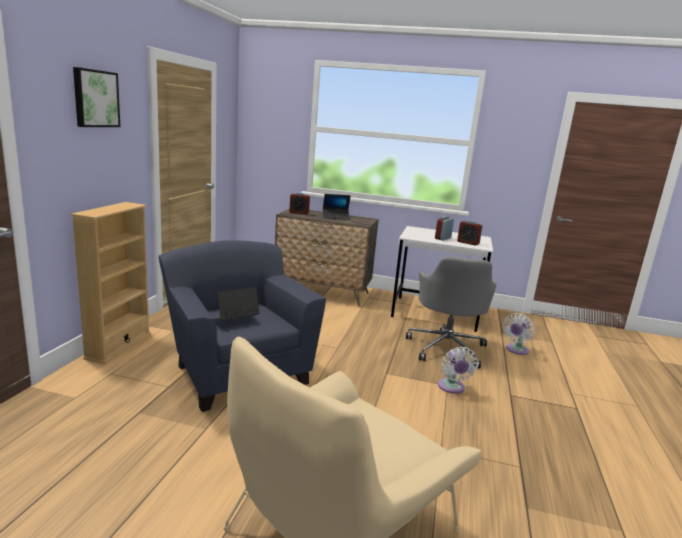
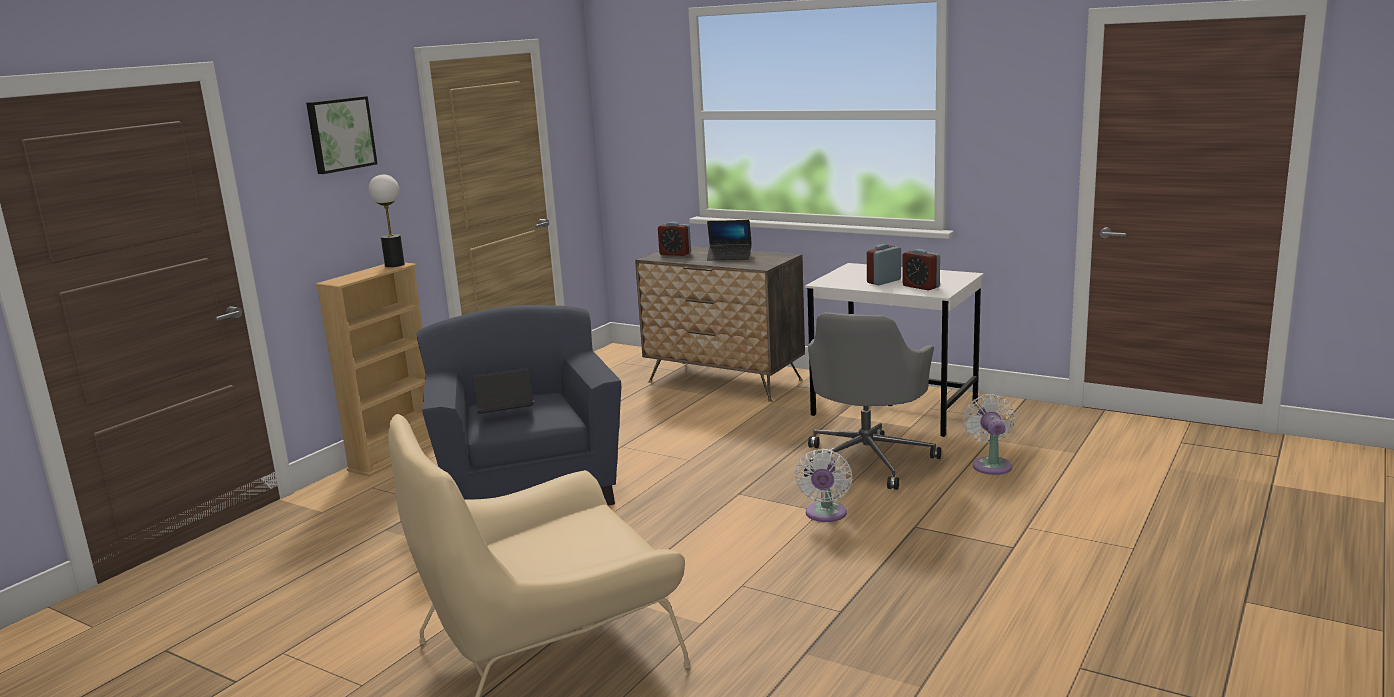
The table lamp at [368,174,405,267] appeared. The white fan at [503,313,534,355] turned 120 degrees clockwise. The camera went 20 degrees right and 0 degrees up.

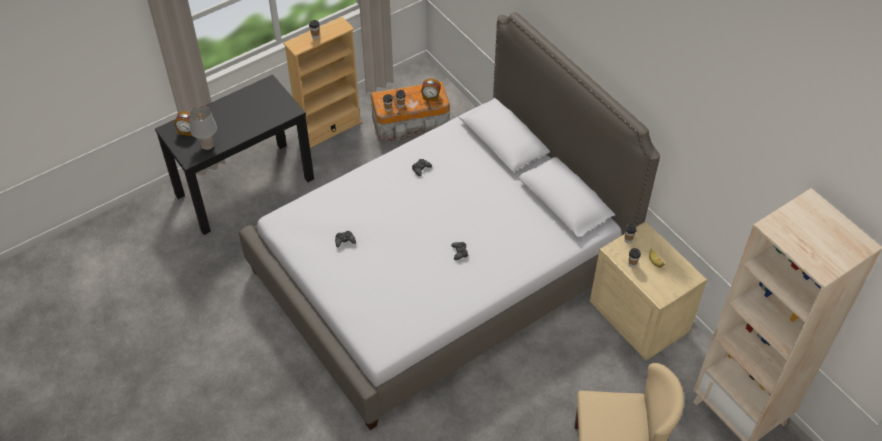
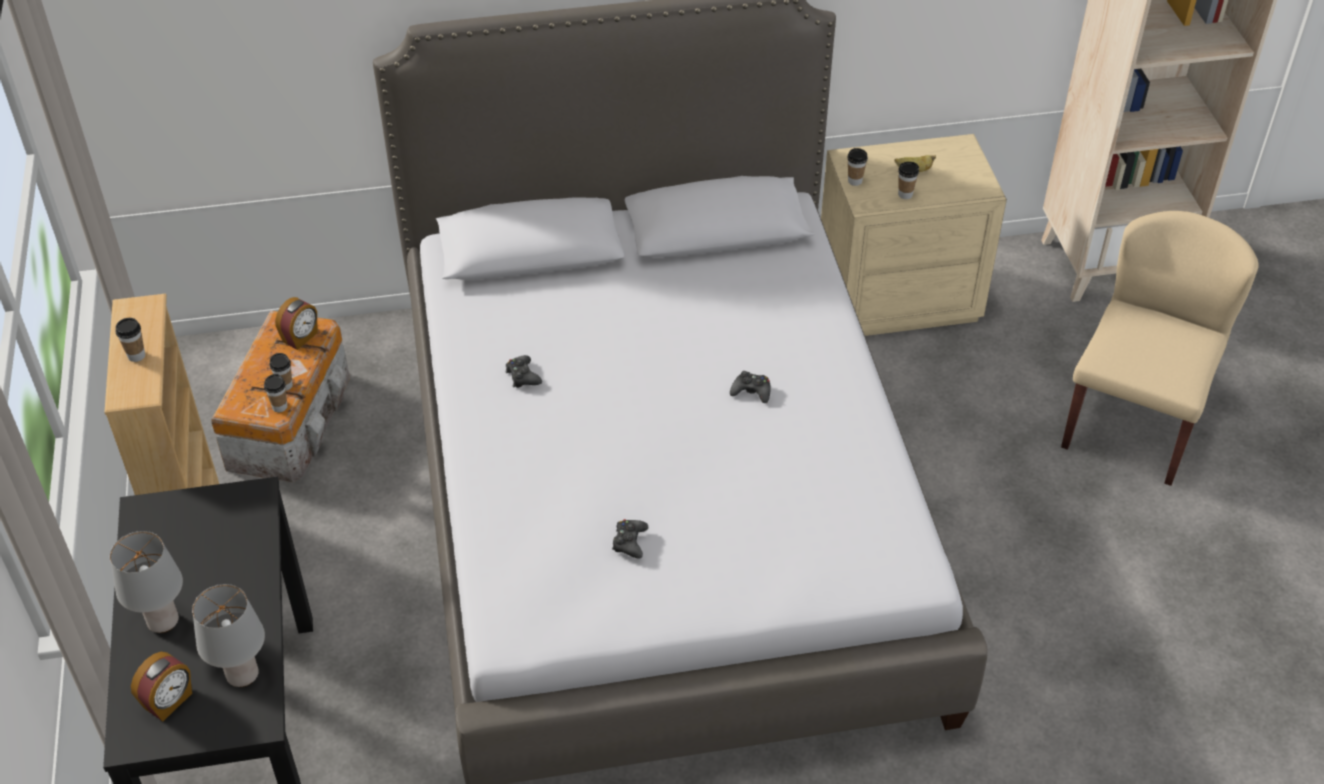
The grey table lamp at [110,531,183,633] appeared. The camera went 65 degrees left and 5 degrees down.

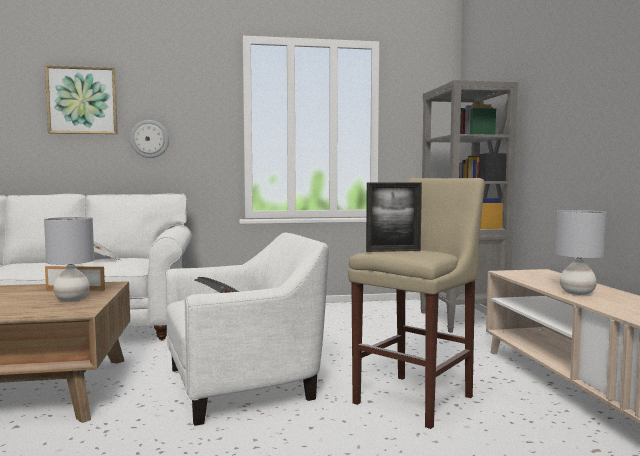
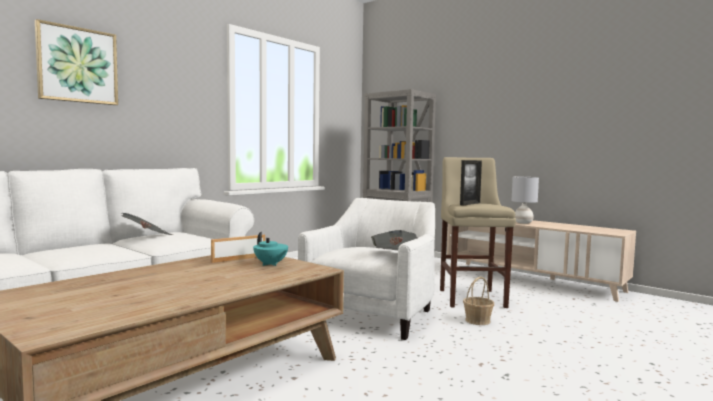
The wall clock at [130,120,169,158] disappeared. The basket at [463,277,494,325] appeared. The grey table lamp at [44,217,94,301] was replaced by the turquoise teapot at [253,232,288,266]. The camera went 40 degrees left and 0 degrees up.

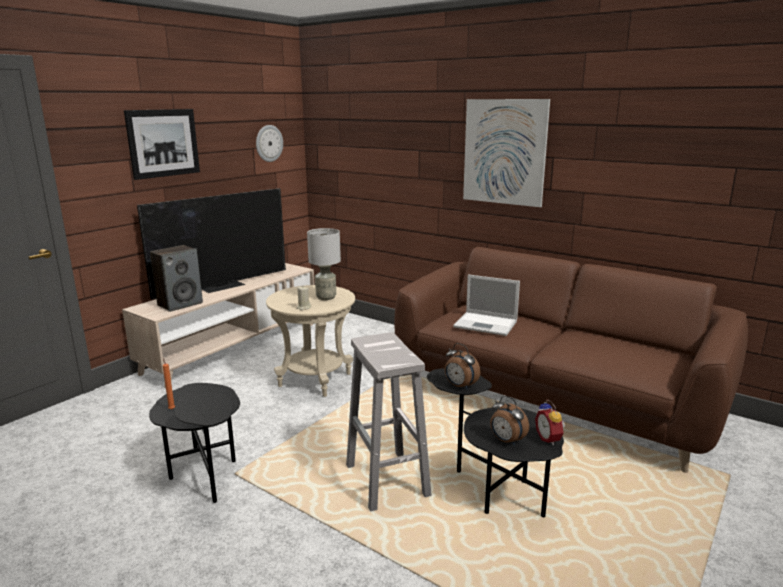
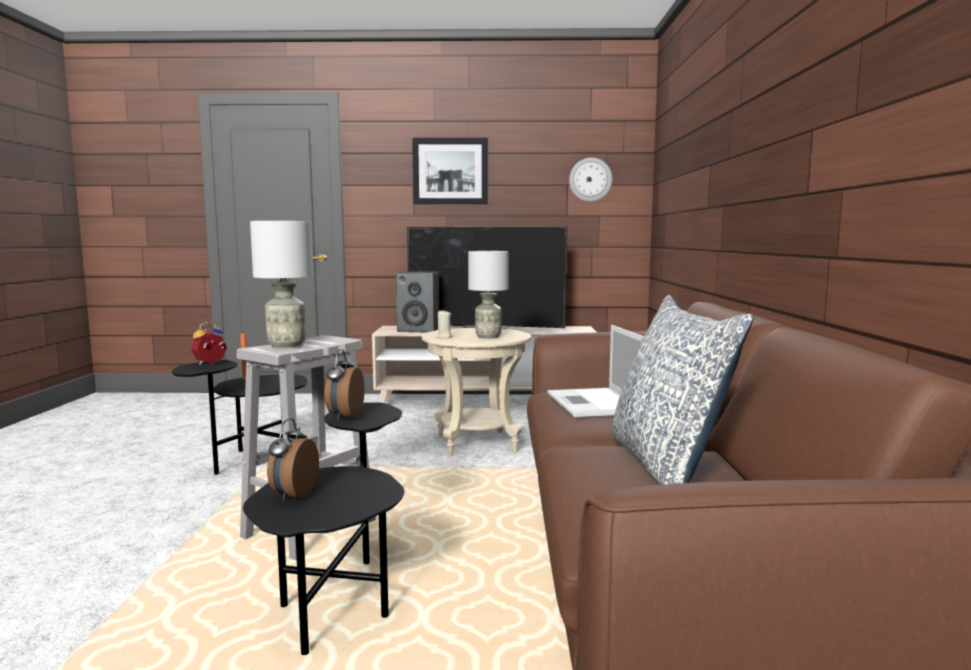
The picture at [463,99,550,207] disappeared. The grey table lamp at [250,221,313,348] appeared. The pillow at [611,295,754,485] appeared. The alarm clock moved from [535,400,565,446] to [191,322,227,365]. The camera went 55 degrees right and 10 degrees down.

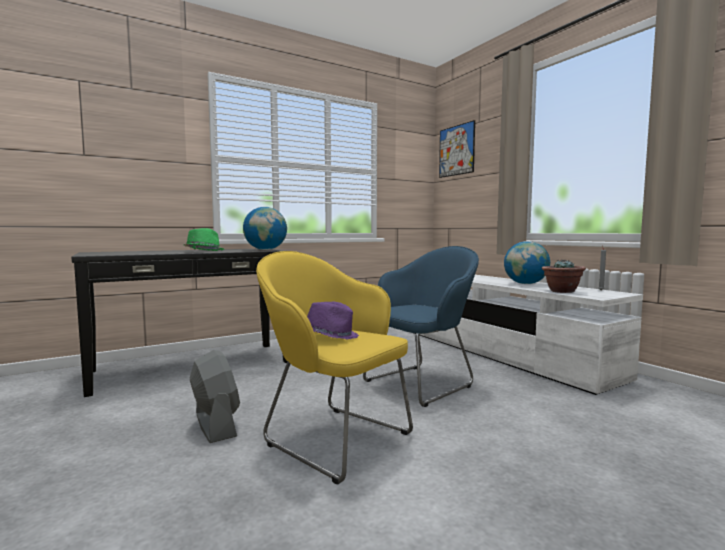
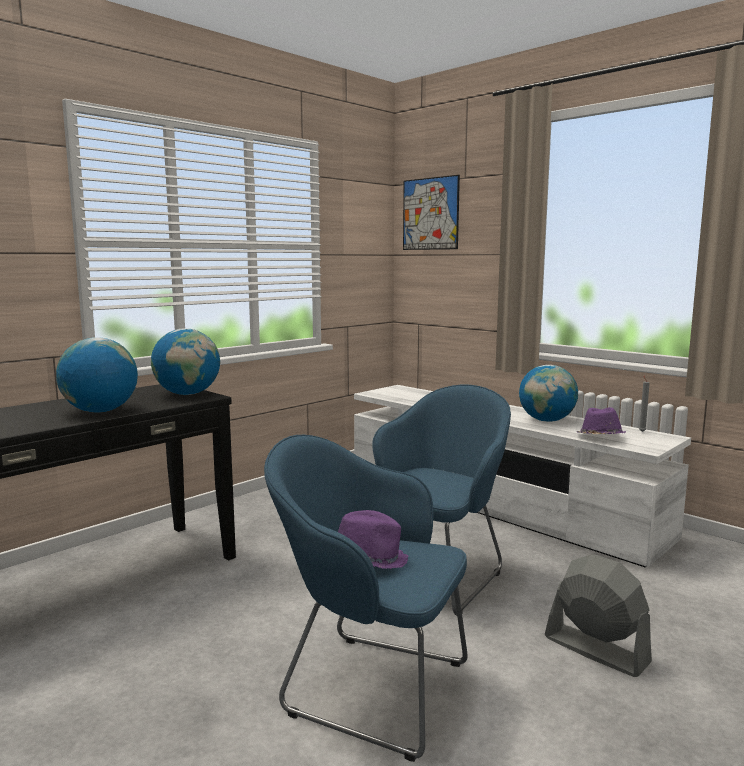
The grey fan moved from [190,350,240,443] to [545,554,652,677]. The green hat at [184,228,225,251] was replaced by the globe at [56,337,138,413]. The potted plant at [542,260,586,293] was replaced by the purple hat at [577,407,626,434]. The yellow armchair at [256,251,413,485] became the blue armchair at [264,435,467,762]. The camera went 15 degrees left and 5 degrees up.

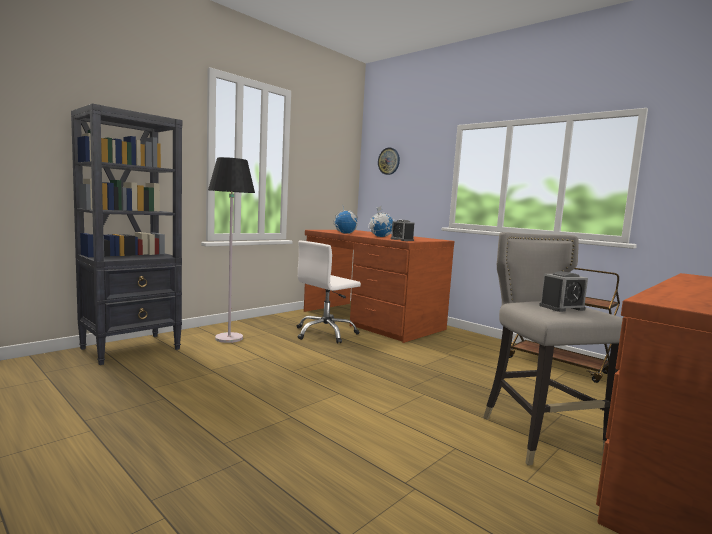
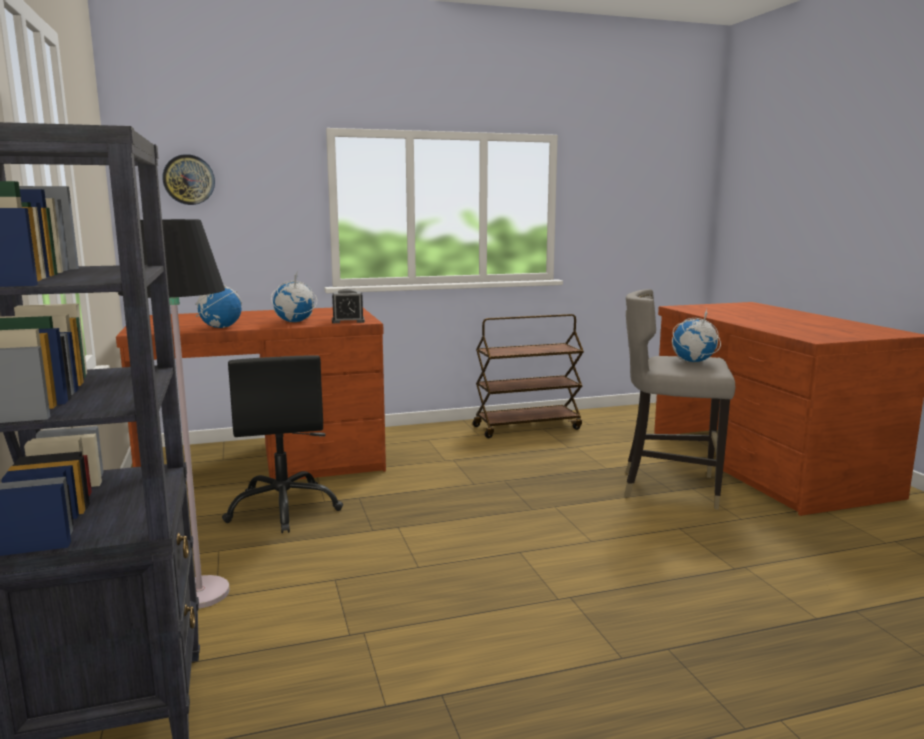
The alarm clock at [539,271,588,312] was replaced by the globe at [672,308,721,362]. The white office chair at [297,241,361,344] became the black office chair at [222,355,343,533]. The camera went 60 degrees left and 5 degrees up.

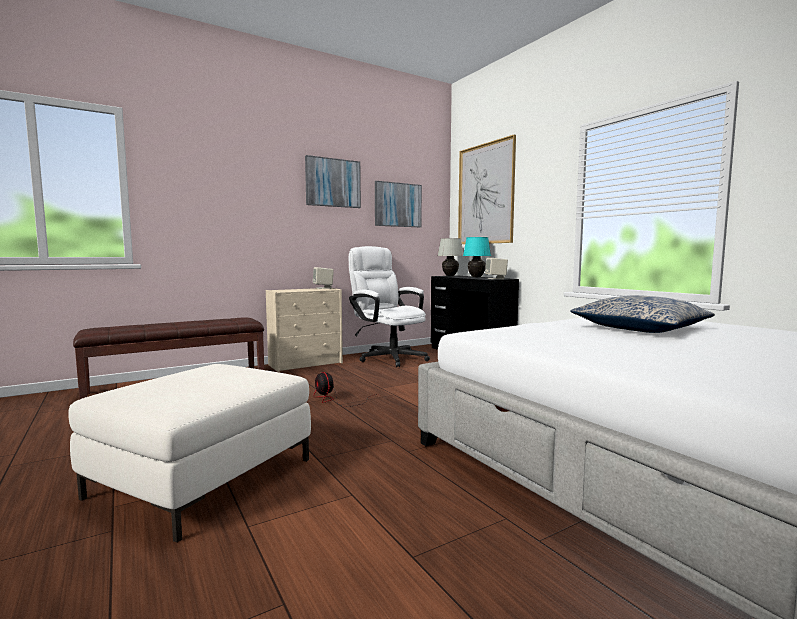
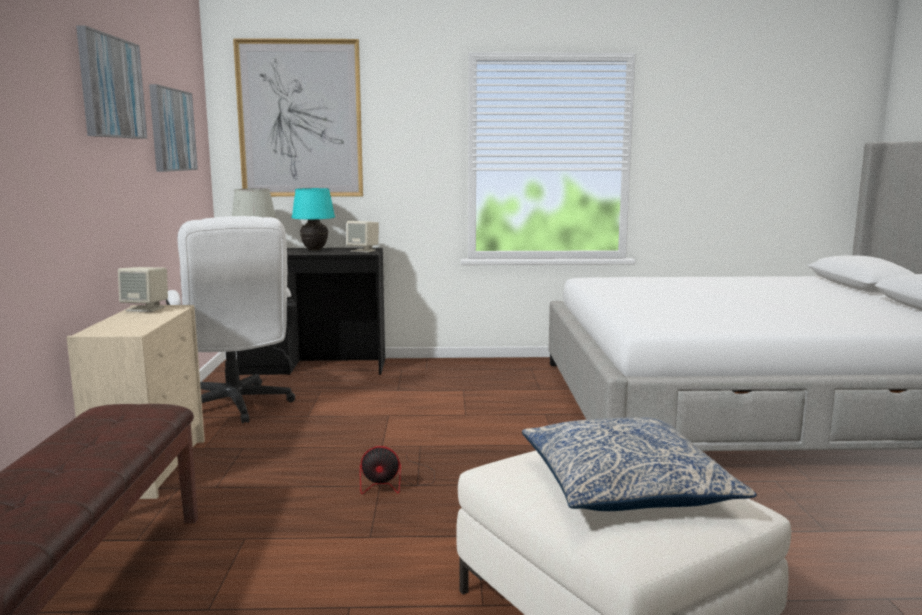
The pillow moved from [570,295,715,333] to [522,417,757,511]. The white office chair at [349,246,430,367] turned 105 degrees counterclockwise. The camera went 60 degrees left and 5 degrees up.

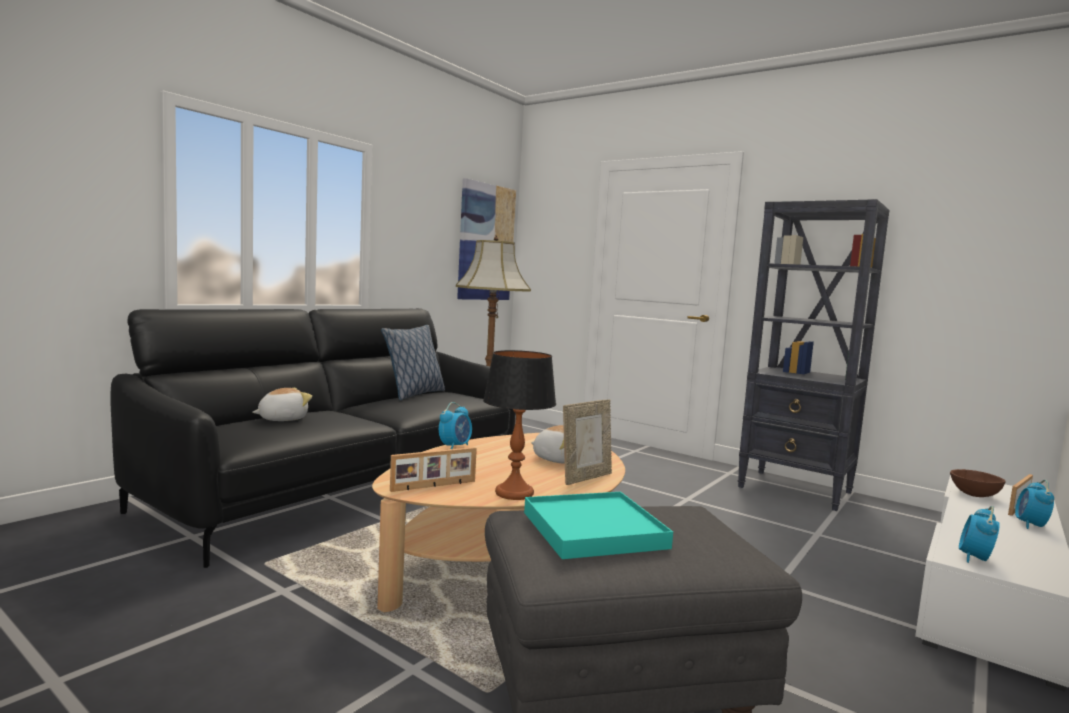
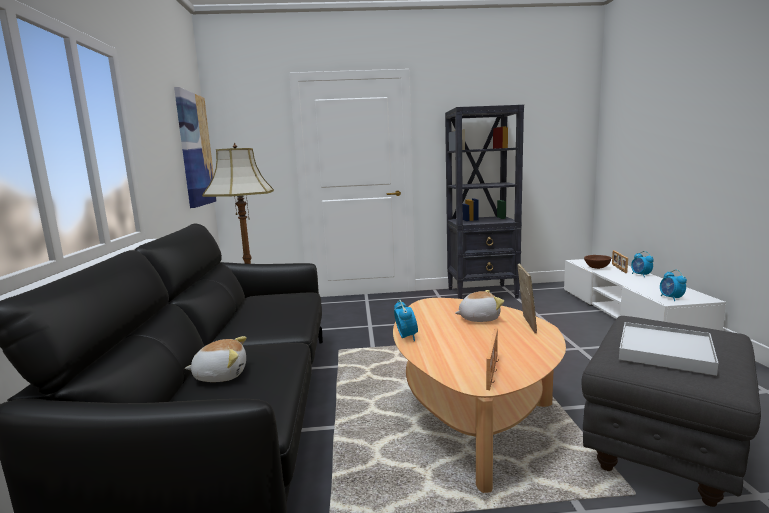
The pillow at [381,325,445,401] disappeared. The table lamp at [483,350,556,500] disappeared. The turquoise tray at [524,492,673,559] became the white tray at [619,322,718,376]. The plush toy at [253,388,312,421] turned 75 degrees clockwise. The camera went 40 degrees left and 5 degrees up.

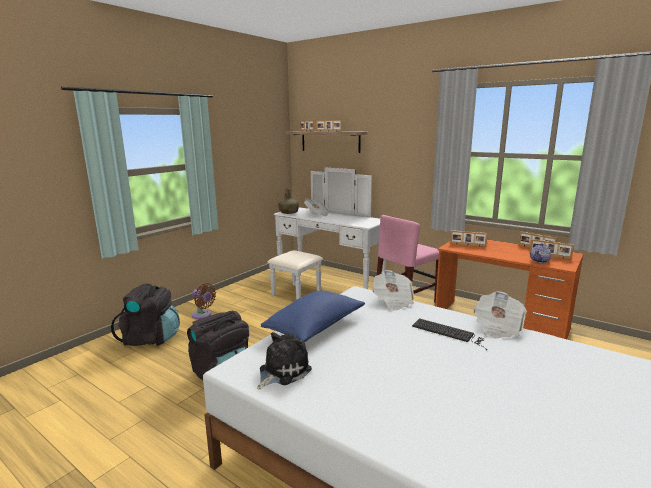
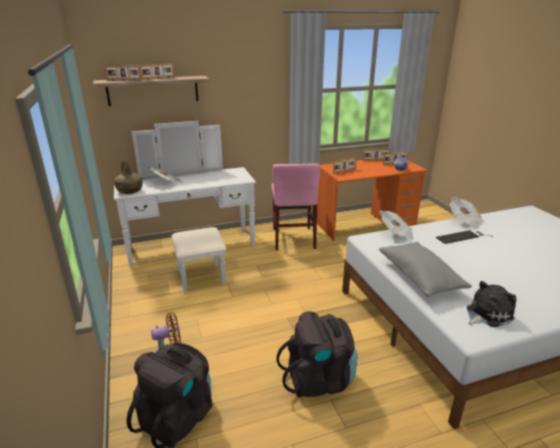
The blue pillow at [261,291,365,342] became the grey pillow at [379,242,472,297]. The plush toy at [257,332,312,389] turned 75 degrees clockwise. The camera went 55 degrees left and 10 degrees up.

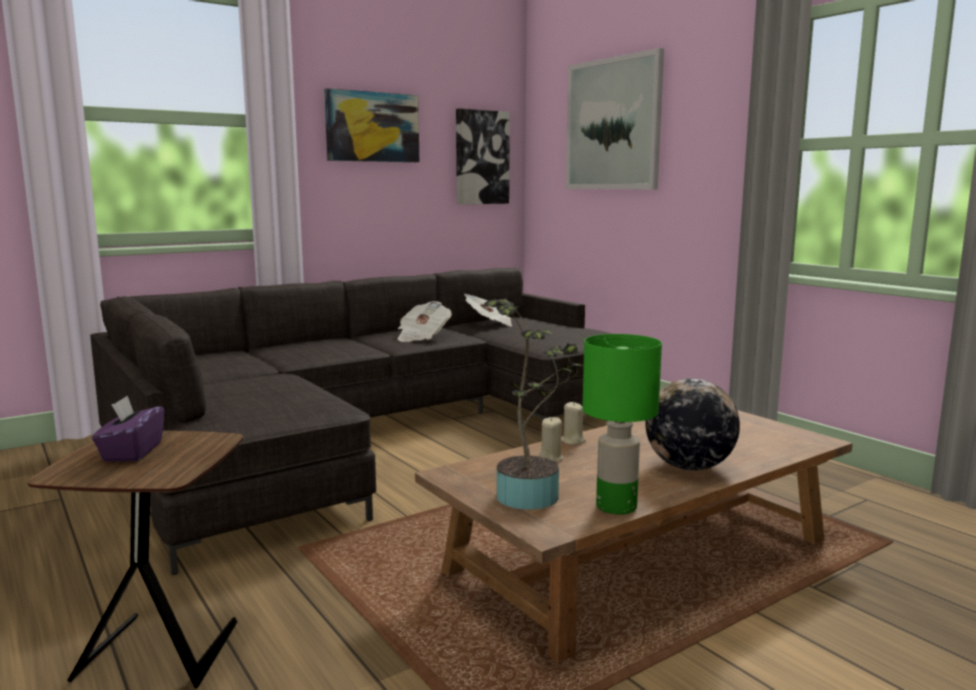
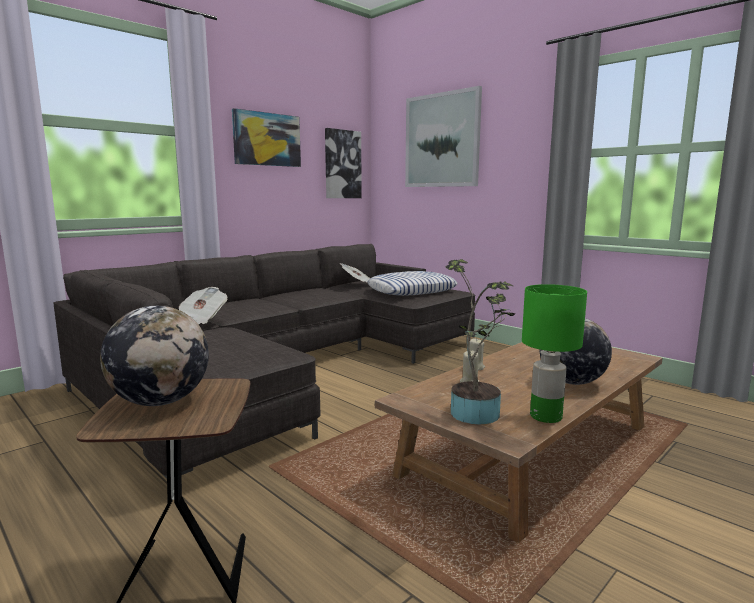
The pillow at [368,271,458,296] appeared. The newspaper moved from [398,301,452,342] to [179,287,227,324]. The purple tissue box at [92,396,164,462] was replaced by the globe at [100,306,209,406]. The camera went 10 degrees left and 0 degrees up.

